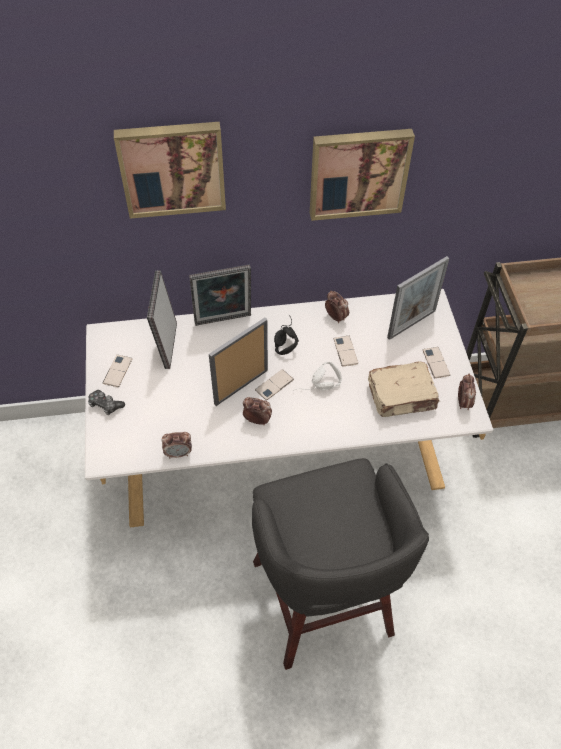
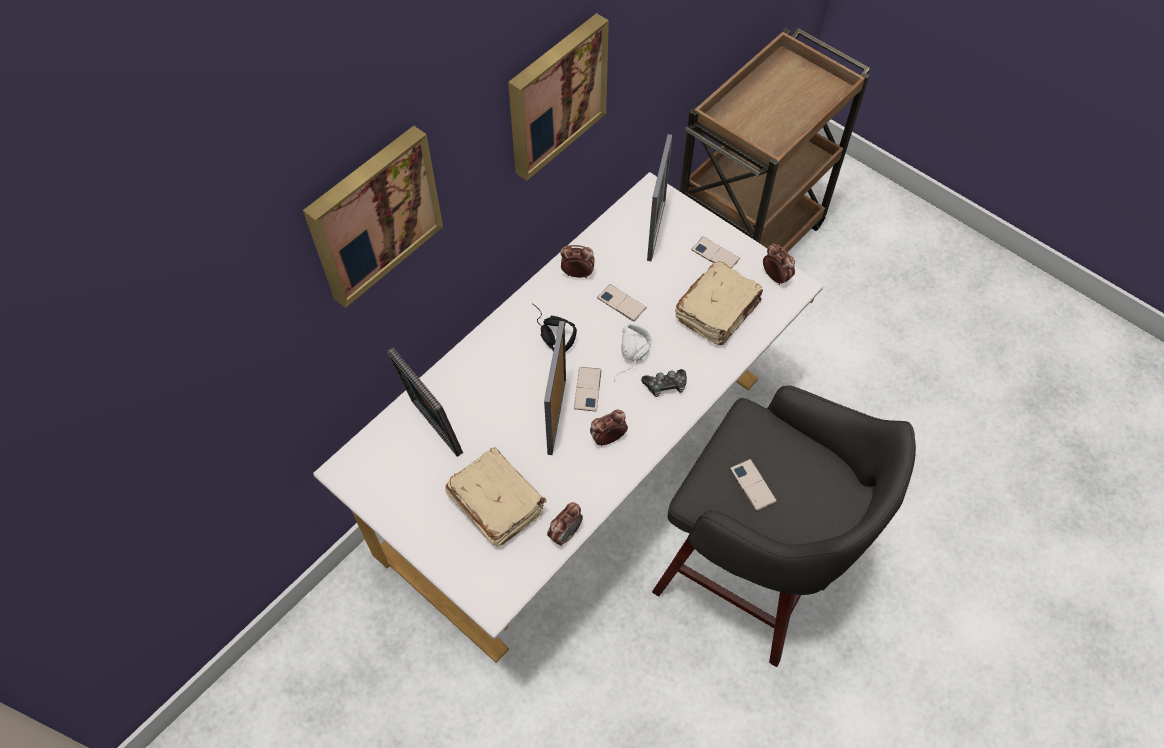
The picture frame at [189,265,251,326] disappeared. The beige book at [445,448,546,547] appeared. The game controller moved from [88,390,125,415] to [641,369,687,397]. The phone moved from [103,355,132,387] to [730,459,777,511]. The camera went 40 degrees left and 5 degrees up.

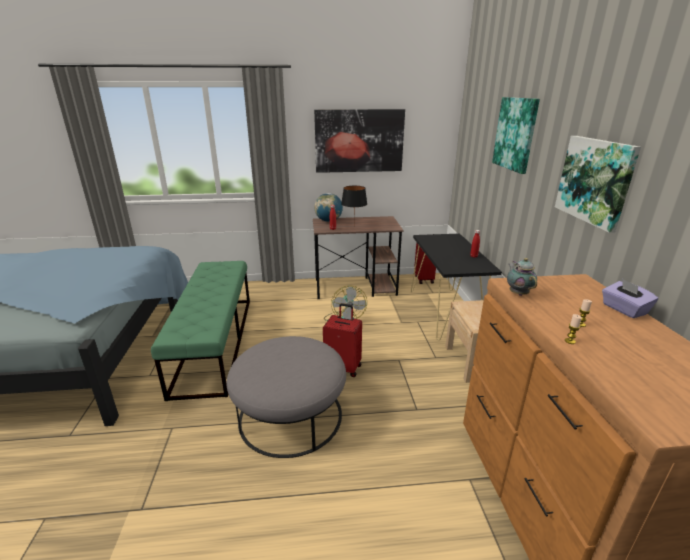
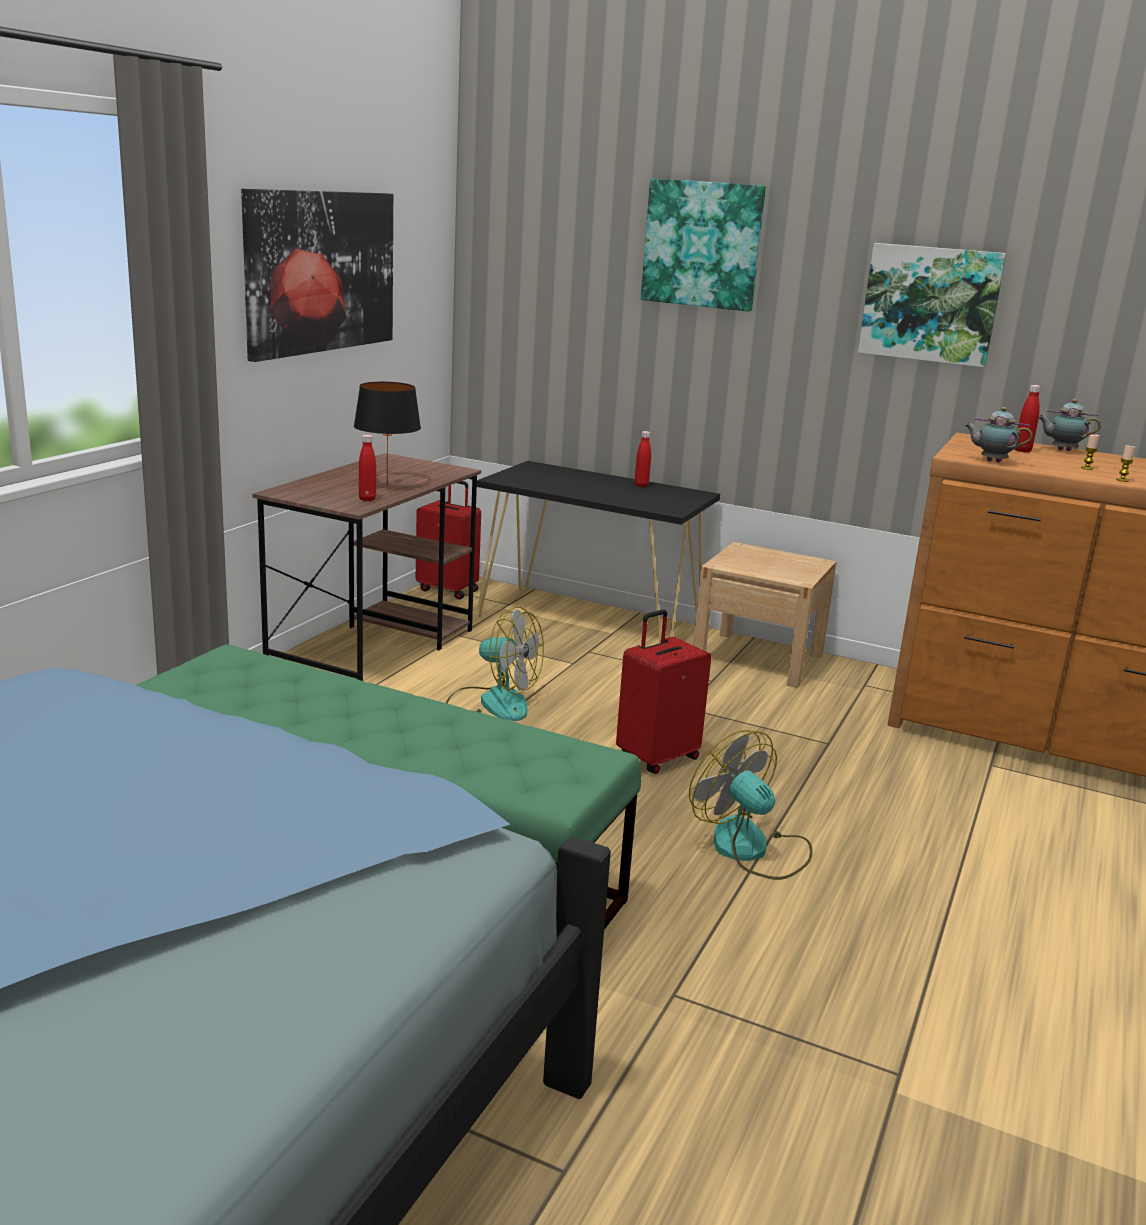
The globe at [314,193,343,222] disappeared. The red bottle at [1015,385,1041,453] appeared. The grey ottoman at [226,336,346,458] was replaced by the fan at [689,730,813,880]. The purple tissue box at [602,279,658,318] was replaced by the teapot at [1039,399,1101,451]. The camera went 60 degrees left and 5 degrees down.

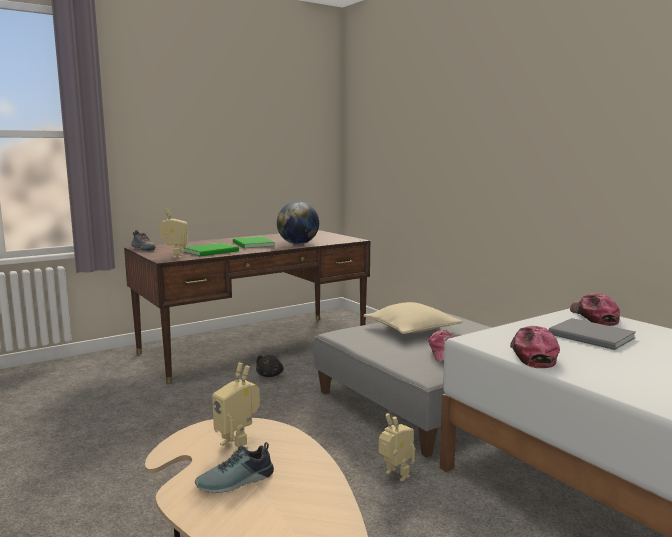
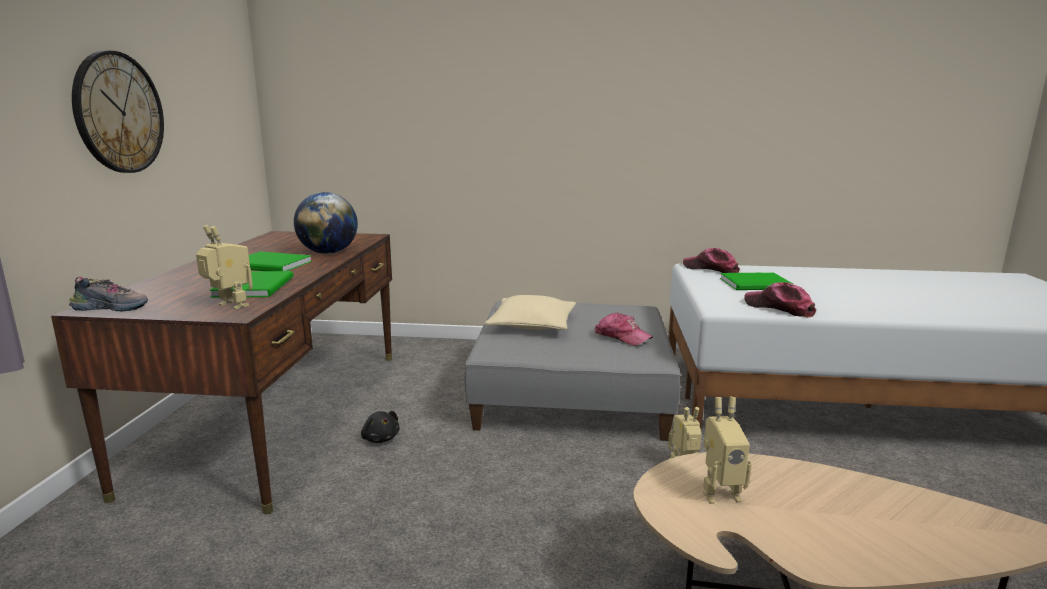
The shoe at [195,442,274,493] disappeared. The wall clock at [72,51,164,173] appeared. The grey book at [548,318,636,350] became the green book at [720,272,793,290]. The camera went 50 degrees left and 5 degrees up.

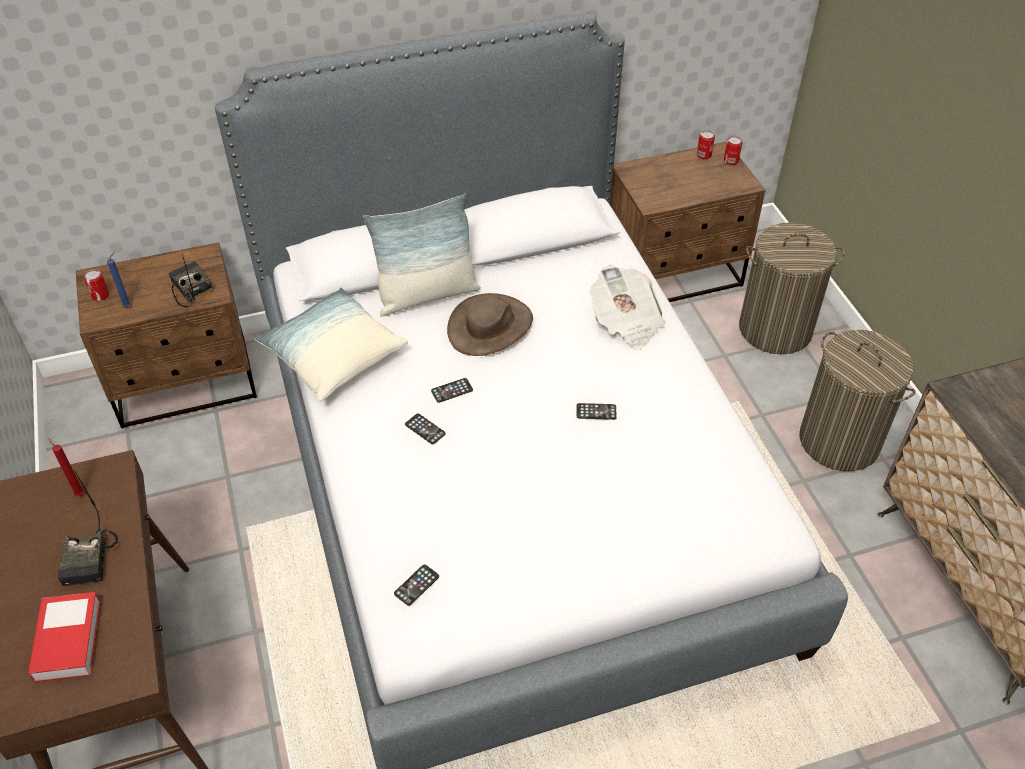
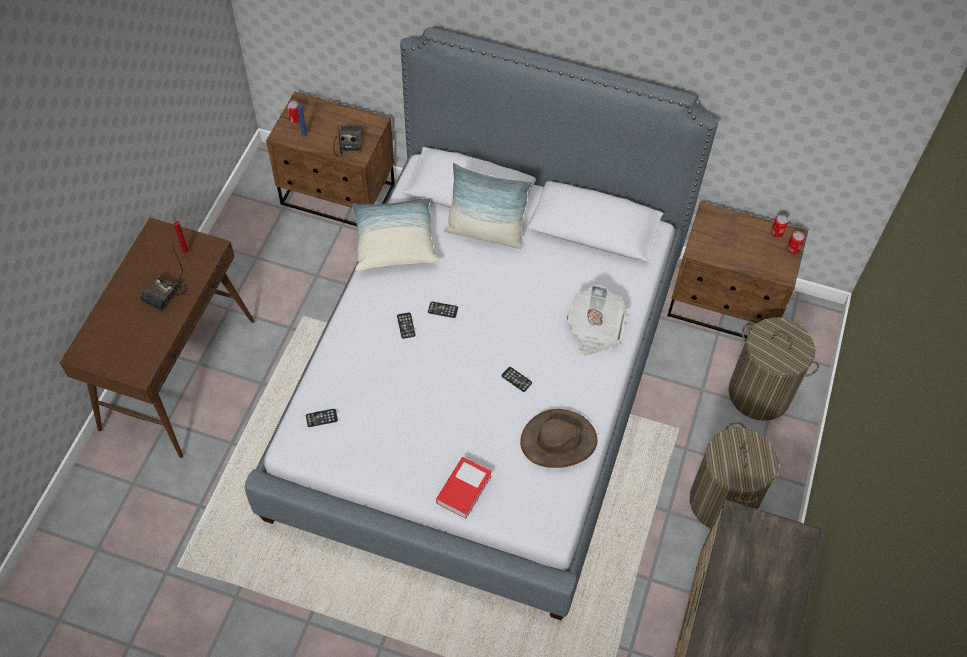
The book moved from [28,592,101,682] to [436,457,492,519]. The brown hat moved from [447,293,533,356] to [520,409,597,468]. The camera went 35 degrees right and 10 degrees up.

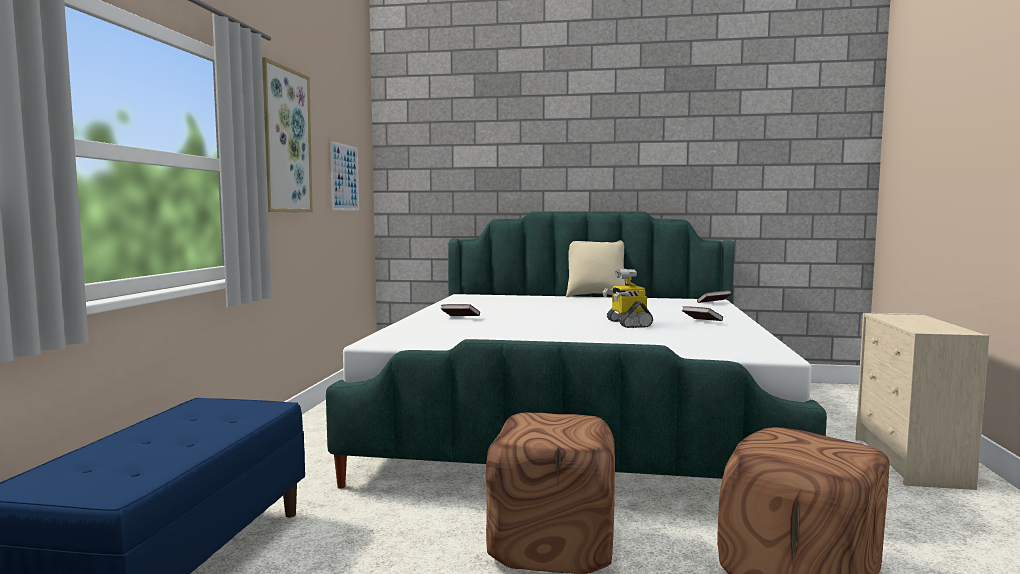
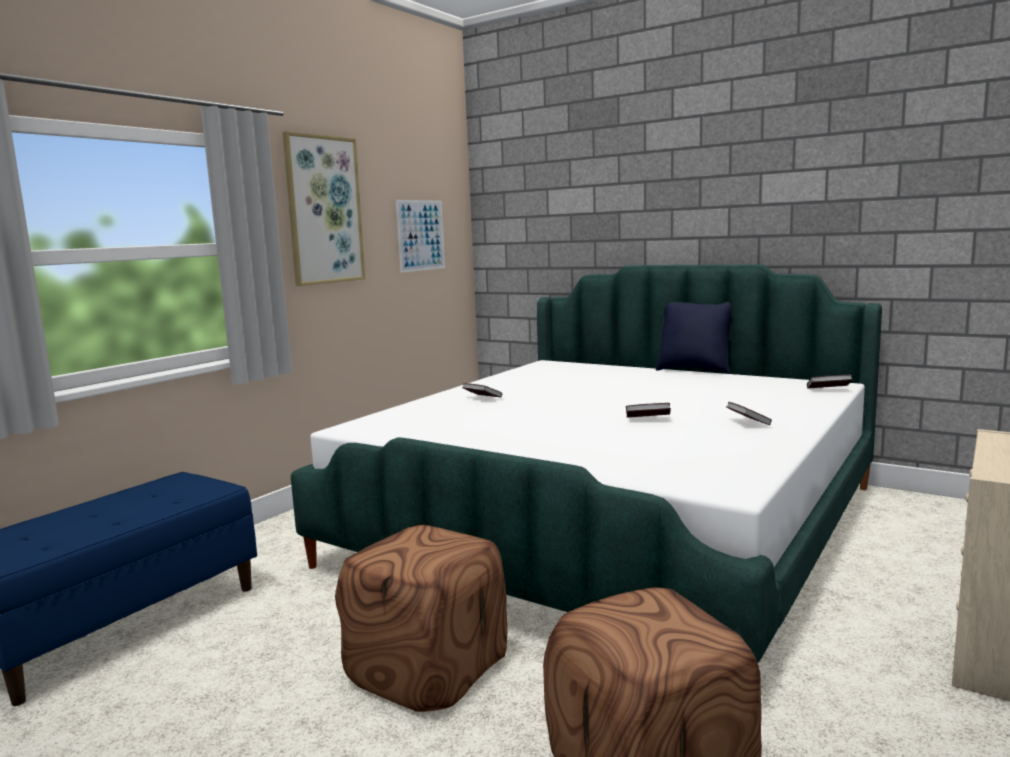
The toy robot at [603,269,653,328] was replaced by the book at [626,403,671,418]. The beige pillow at [566,240,625,297] became the blue pillow at [656,302,731,374]. The camera went 25 degrees right and 5 degrees up.

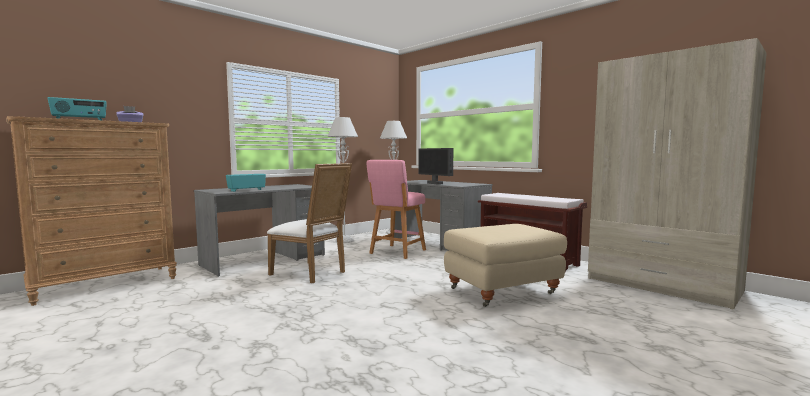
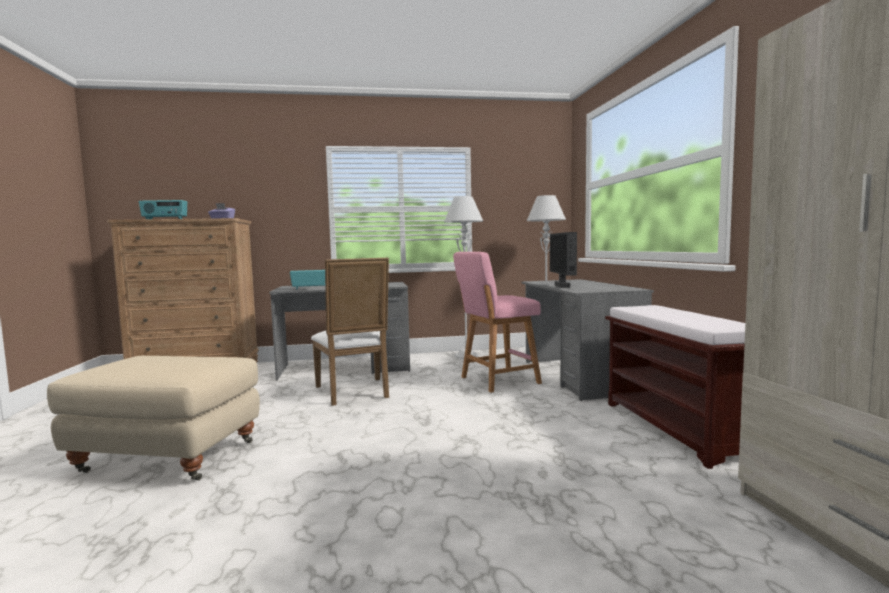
The beige ottoman moved from [444,224,567,307] to [47,356,260,480]. The camera went 35 degrees right and 0 degrees up.

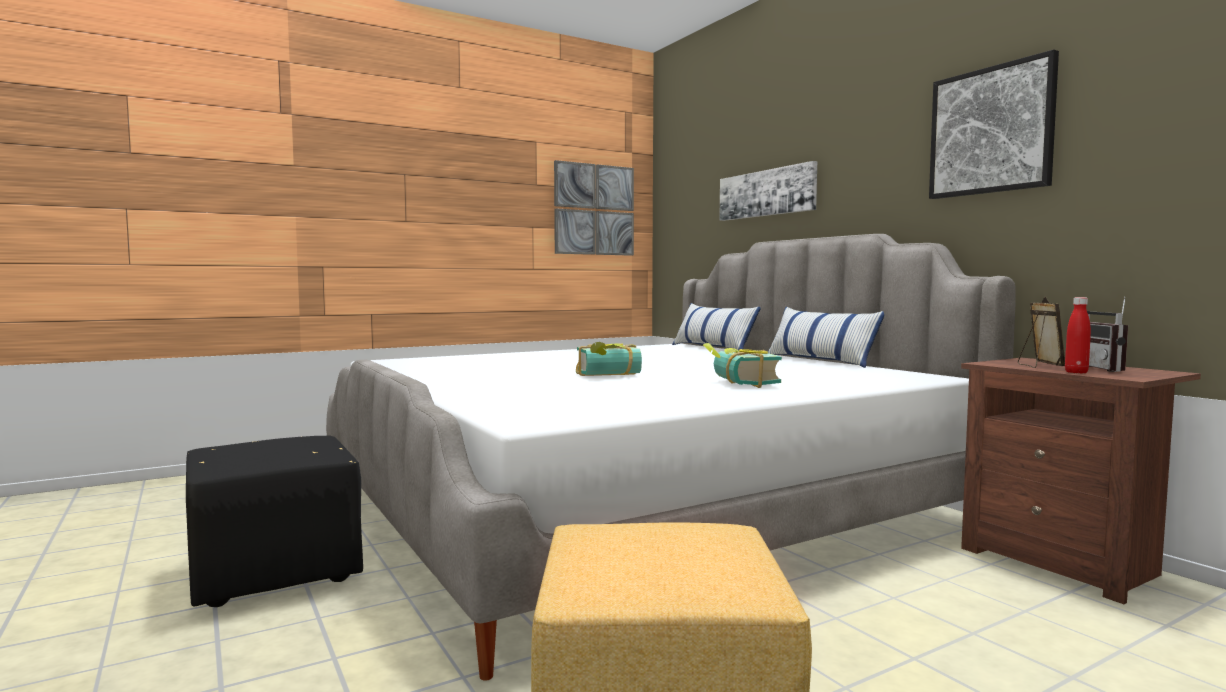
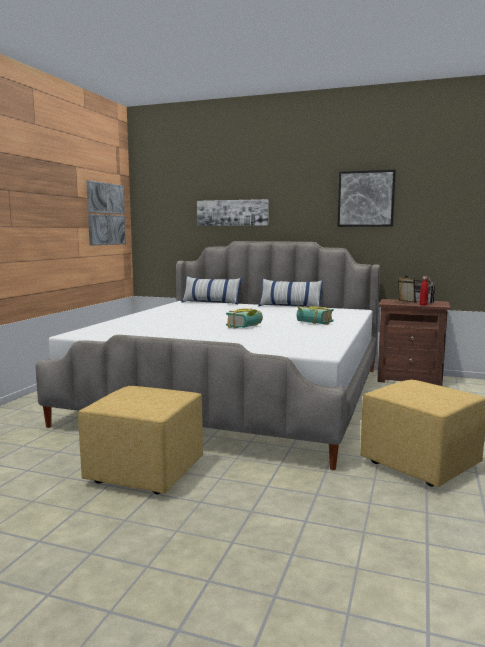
The black ottoman at [186,435,363,607] became the yellow ottoman at [78,386,203,494]. The camera went 40 degrees left and 5 degrees up.

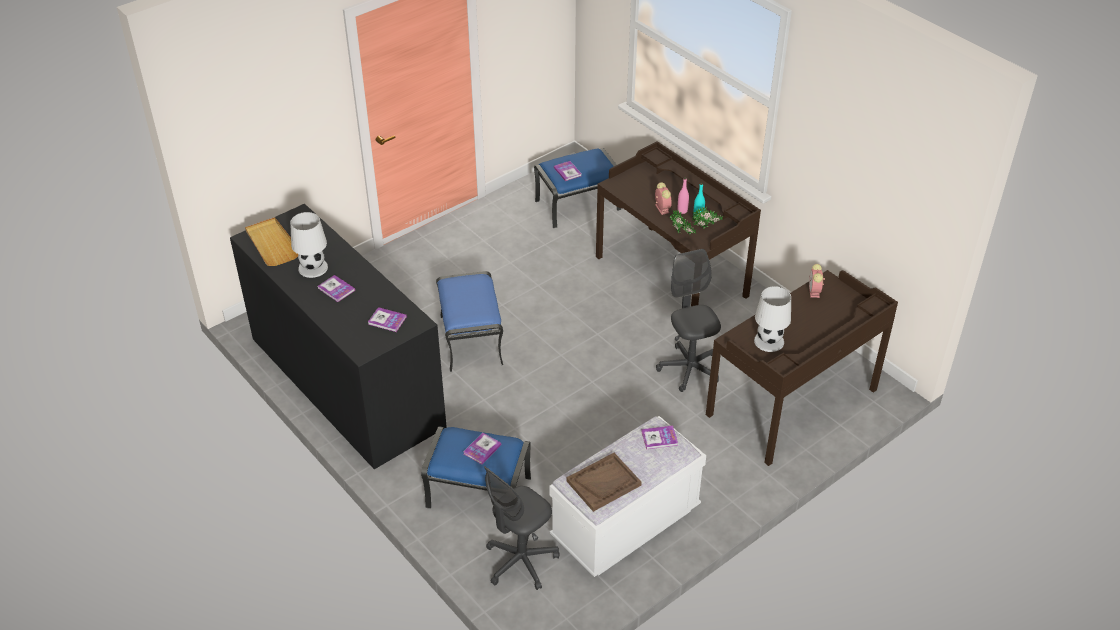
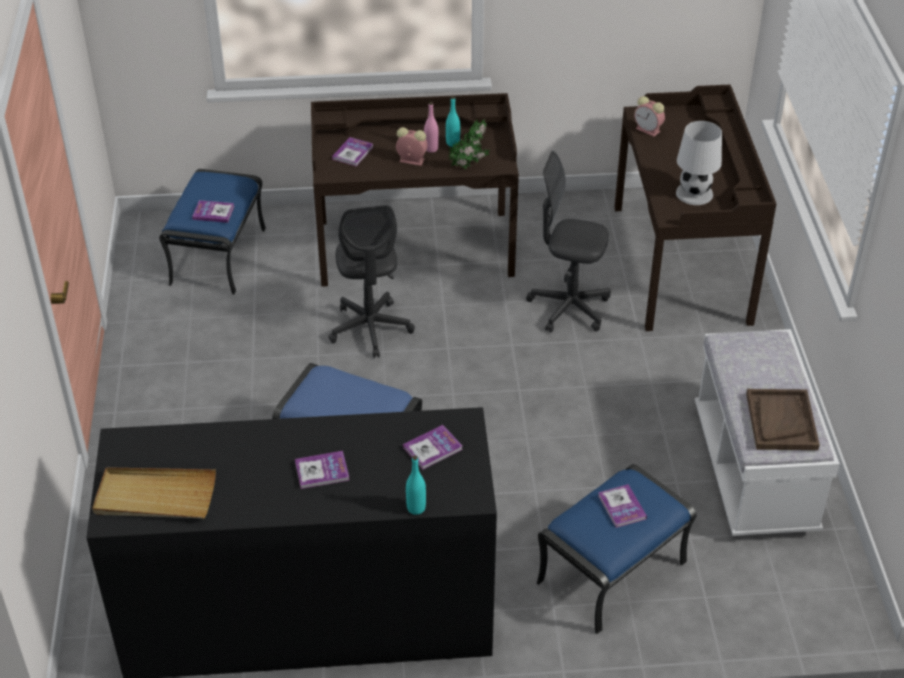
The white table lamp at [290,212,328,278] disappeared. The turquoise bottle at [406,456,426,515] appeared. The grey office chair moved from [484,466,559,590] to [328,205,415,358]. The book moved from [641,426,678,449] to [332,137,373,166]. The camera went 55 degrees left and 0 degrees up.

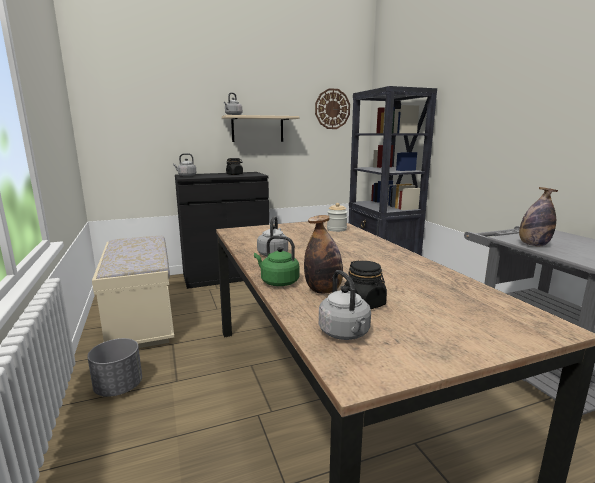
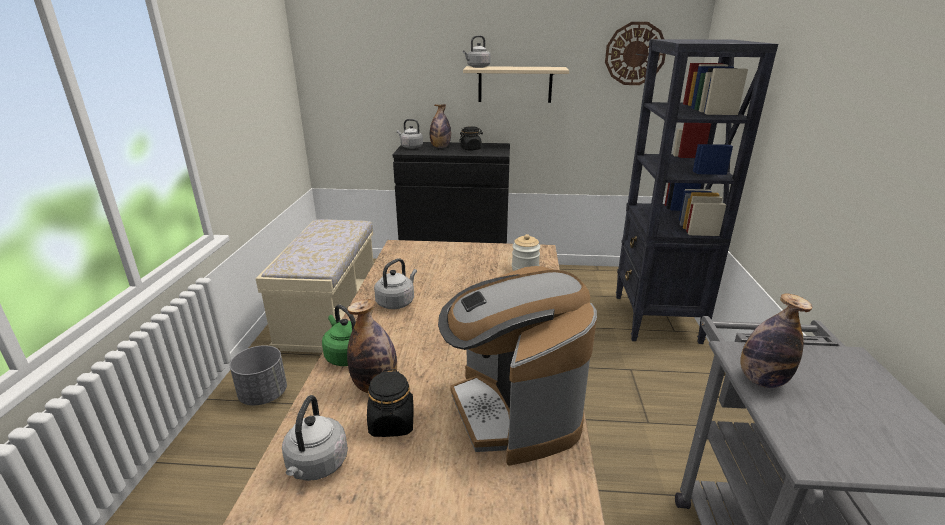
The bottle at [430,104,451,148] appeared. The coffee machine at [438,266,597,466] appeared. The camera went 25 degrees right and 10 degrees up.

